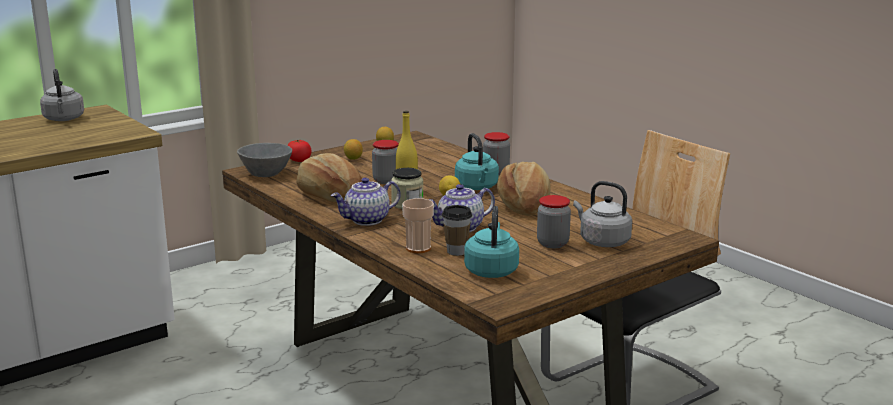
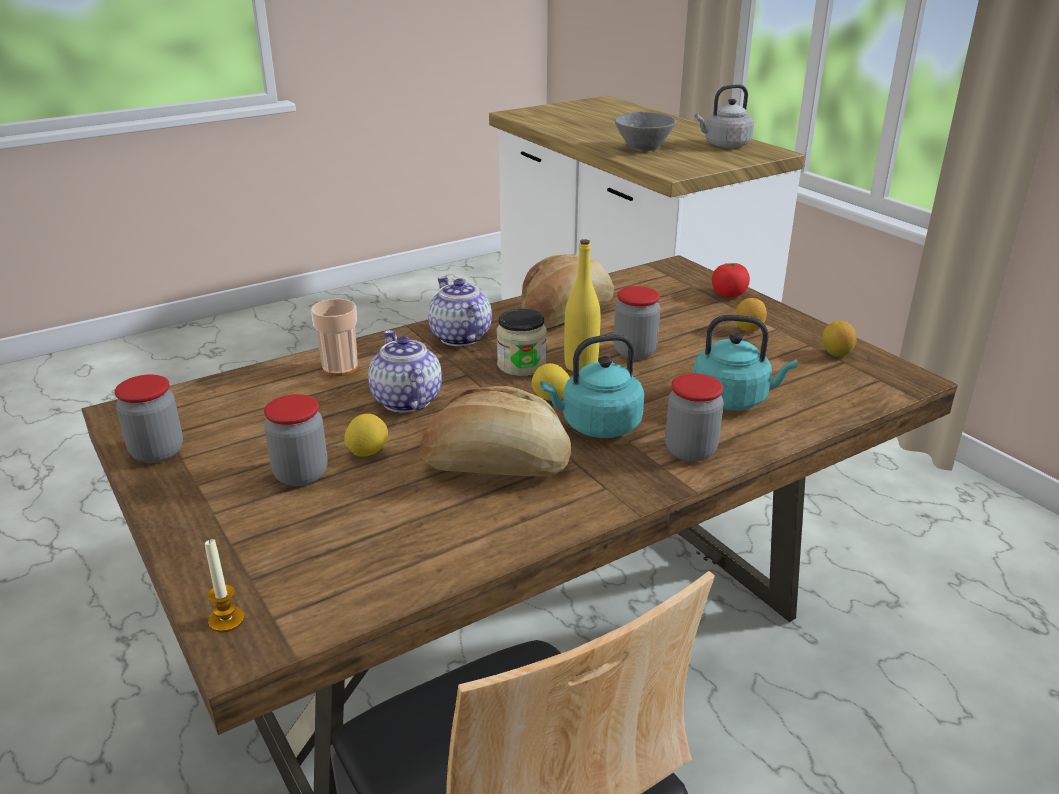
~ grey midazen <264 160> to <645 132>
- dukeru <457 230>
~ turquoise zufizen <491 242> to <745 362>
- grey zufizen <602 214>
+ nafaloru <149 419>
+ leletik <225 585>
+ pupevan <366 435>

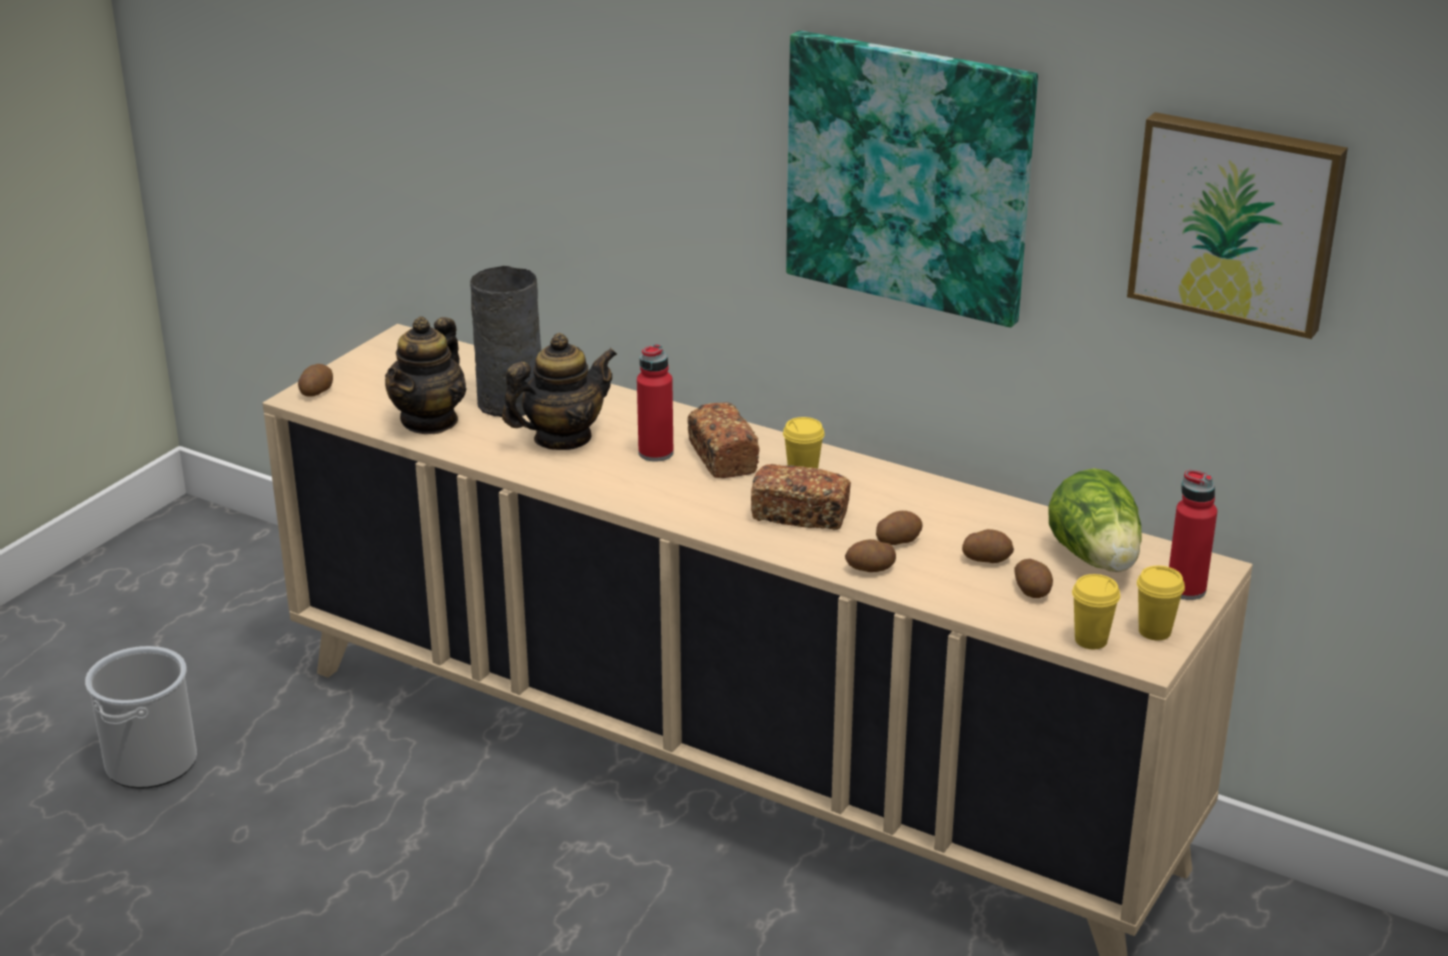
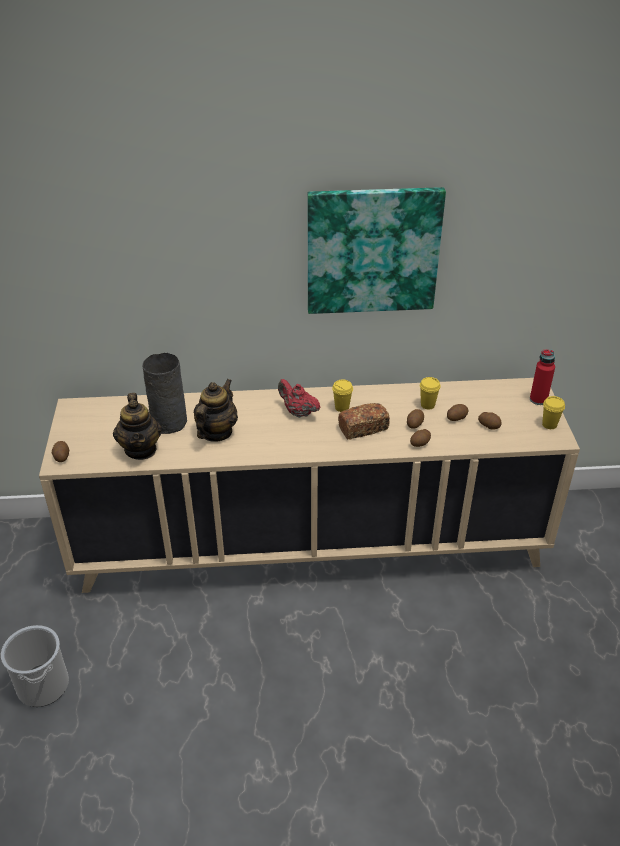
- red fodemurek <655 403>
~ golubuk <723 440> to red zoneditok <299 398>
- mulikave <1095 520>
~ yellow dukeru <1096 611> to <430 393>
- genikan <1237 225>

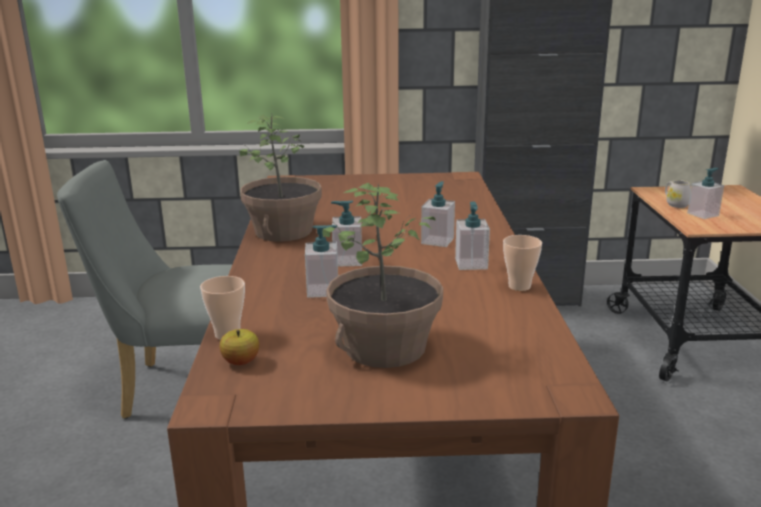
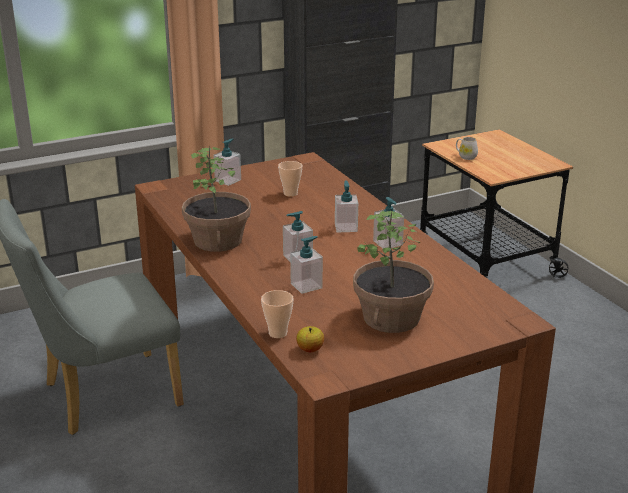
~ dukeru <522 263> to <290 179>
~ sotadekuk <705 193> to <227 162>

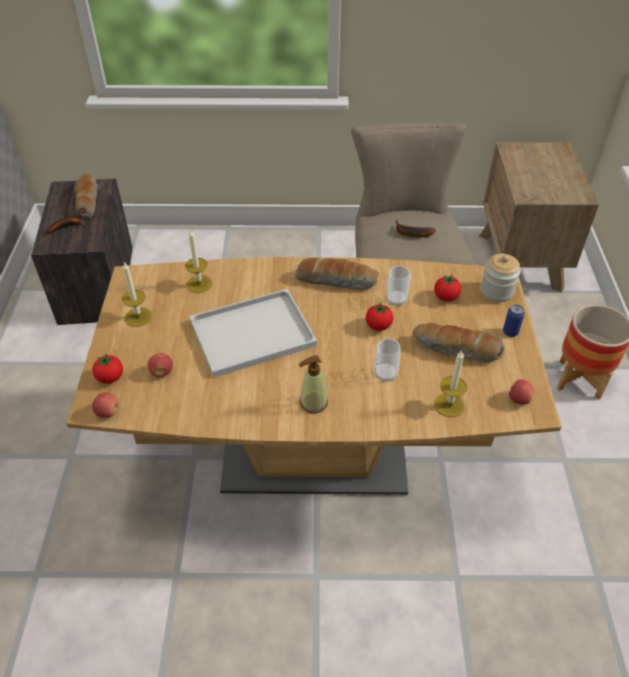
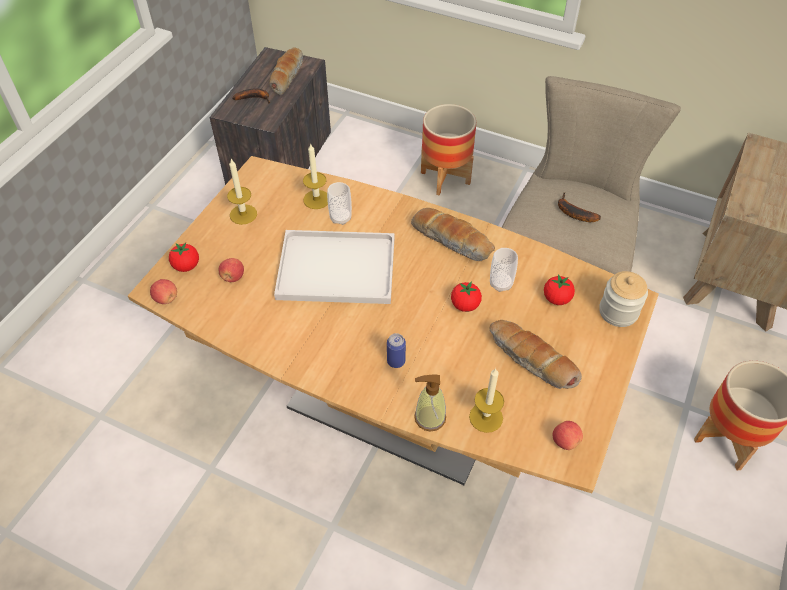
~ sotadekuk <313 384> to <430 403>
~ dukeru <387 361> to <339 203>
~ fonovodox <514 320> to <396 350>
+ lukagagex <448 150>

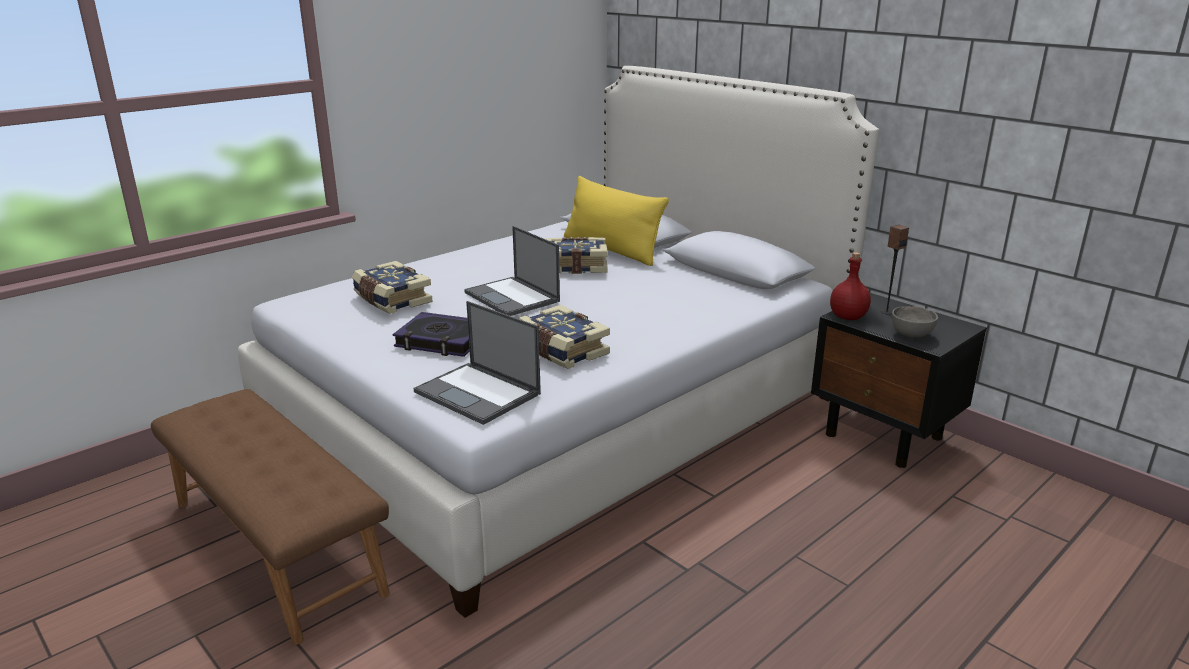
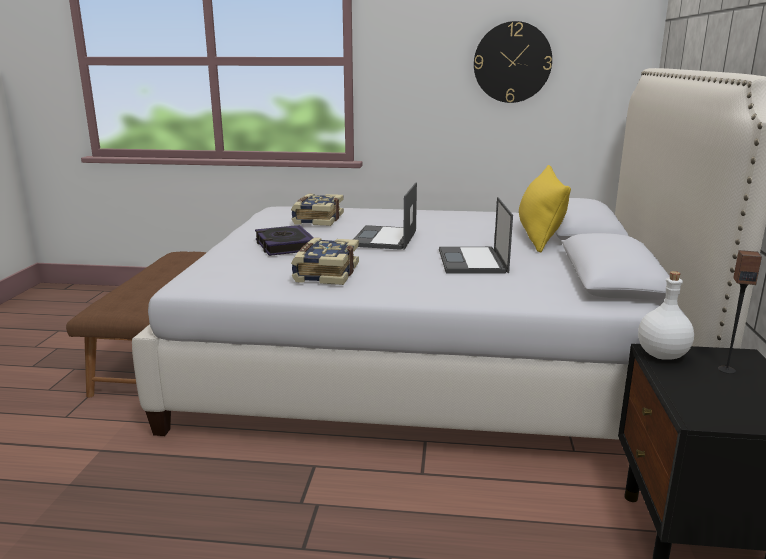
~ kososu <477 363> to <476 235>
- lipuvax <576 255>
~ red fodemurek <850 286> to white fodemurek <666 315>
- grey midazen <915 322>
+ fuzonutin <513 62>

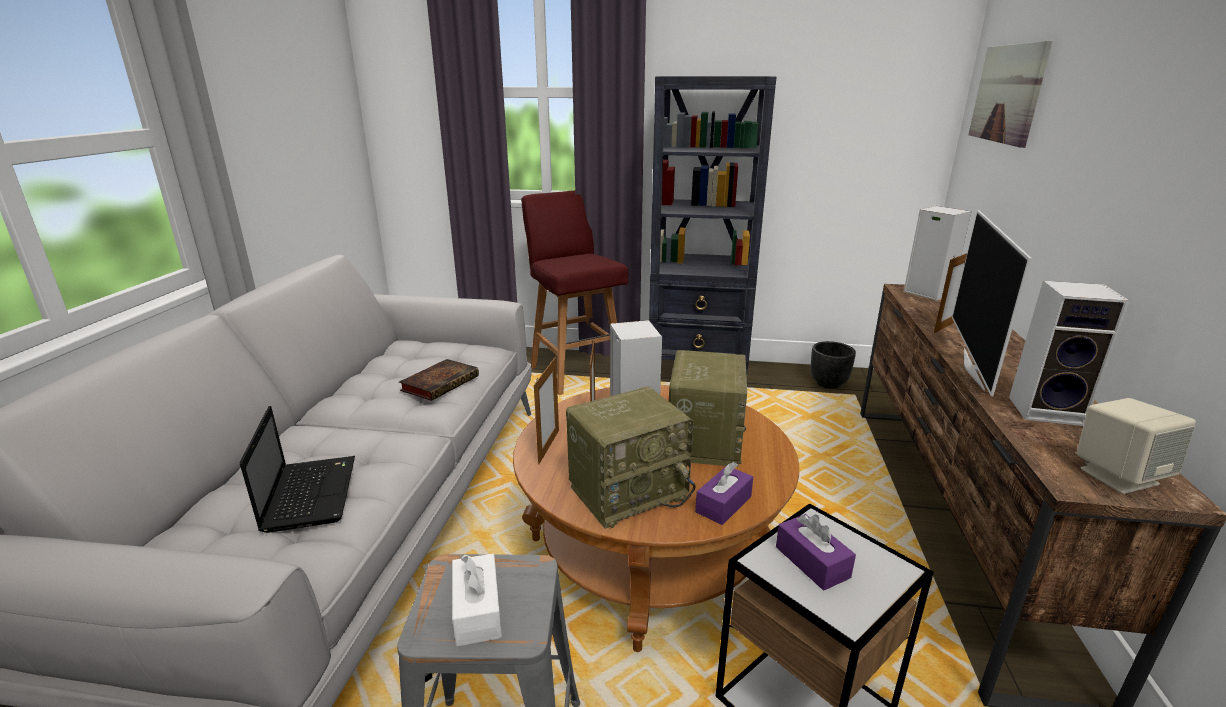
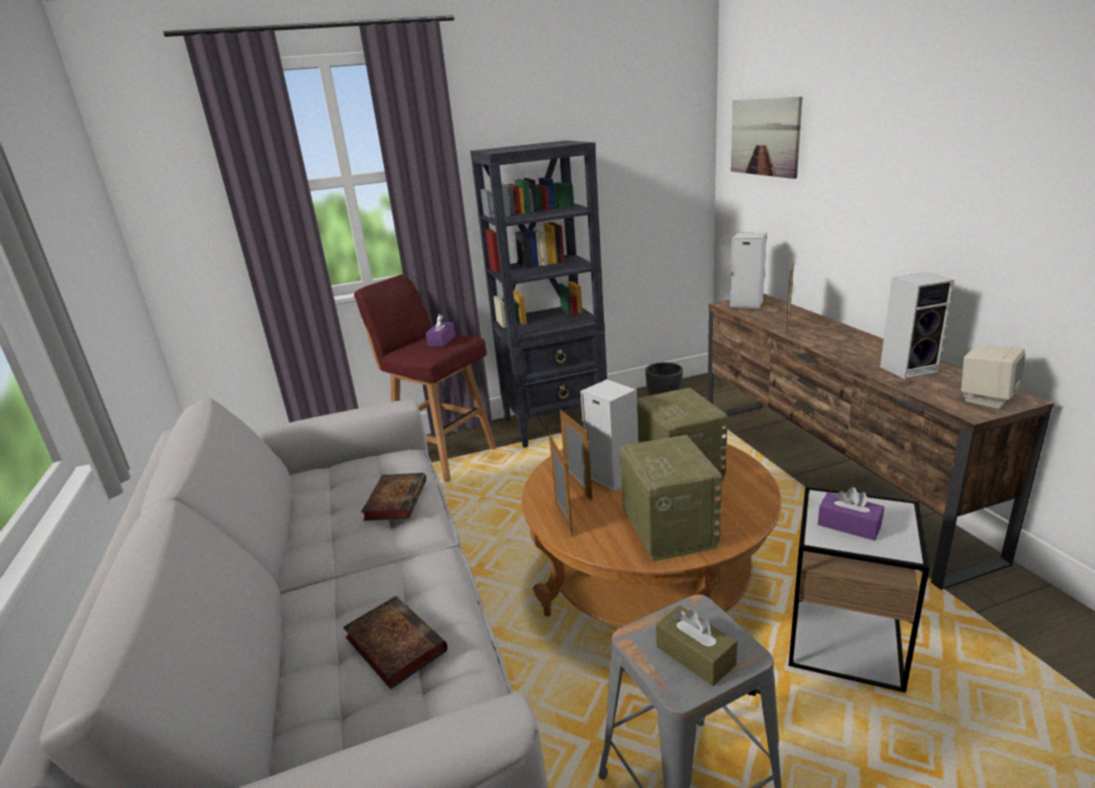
~ kososu <297 469> to lipuvax <395 642>
~ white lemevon <477 600> to brown lemevon <696 646>
~ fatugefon <630 457> = <671 498> 45 degrees counterclockwise
~ purple lemevon <724 493> to <440 330>
- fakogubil <992 303>

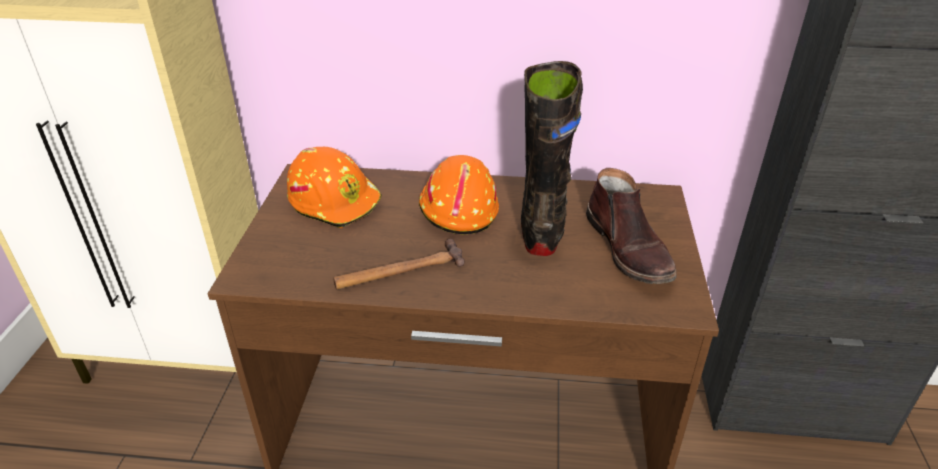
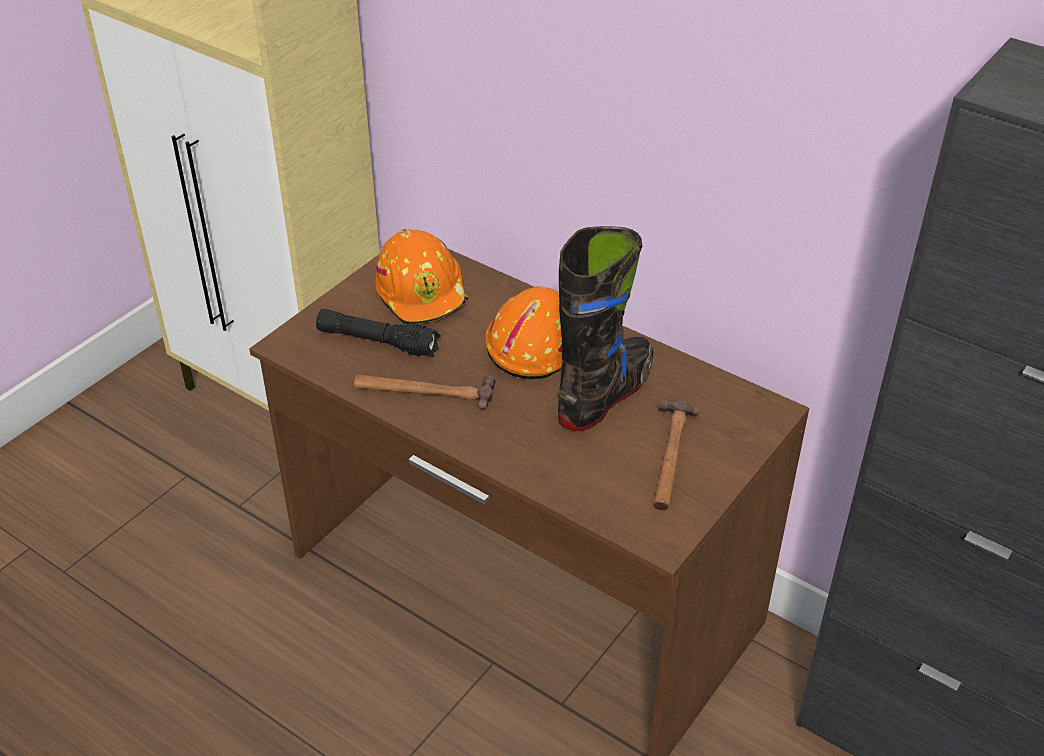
~ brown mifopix <631 226> to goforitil <676 455>
+ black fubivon <378 333>

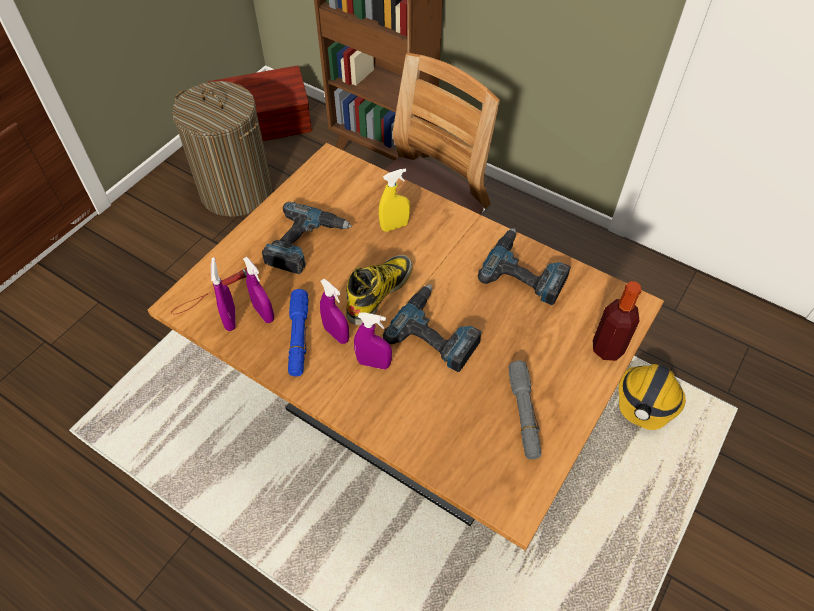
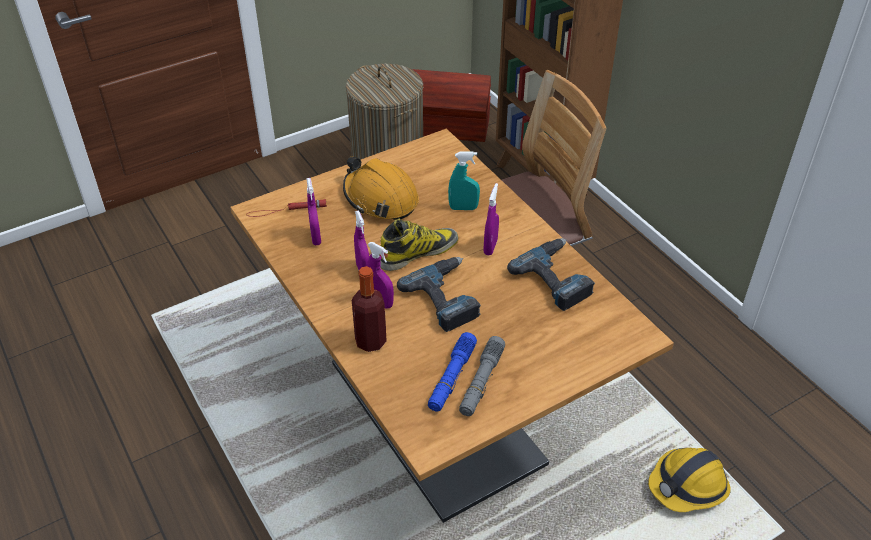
~ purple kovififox <223 294> to <491 219>
~ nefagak <307 238> to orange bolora <381 188>
~ blue fubivon <298 332> to <452 372>
~ yellow kovififox <394 200> to turquoise kovififox <464 181>
~ fodemurek <617 321> to <369 309>

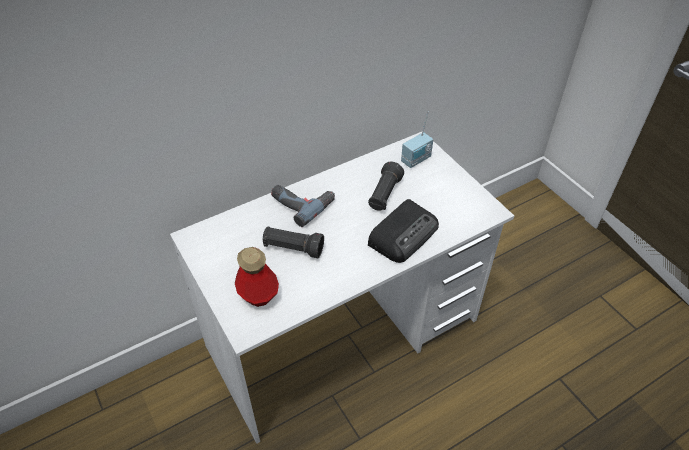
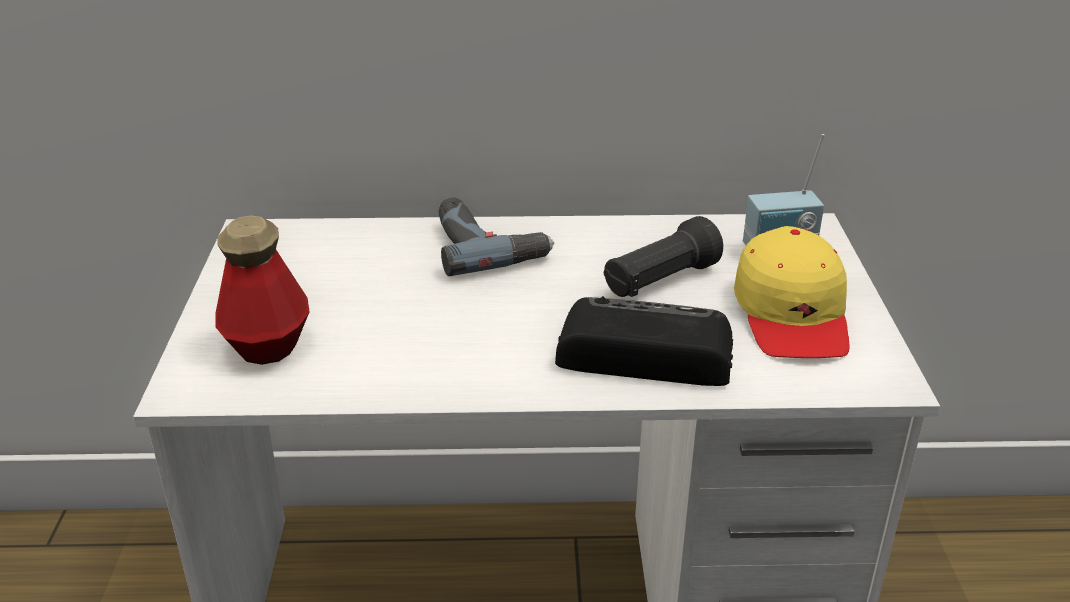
- black fubivon <293 242>
~ fatugefon <403 231> = <644 341> 150 degrees counterclockwise
+ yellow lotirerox <791 292>

